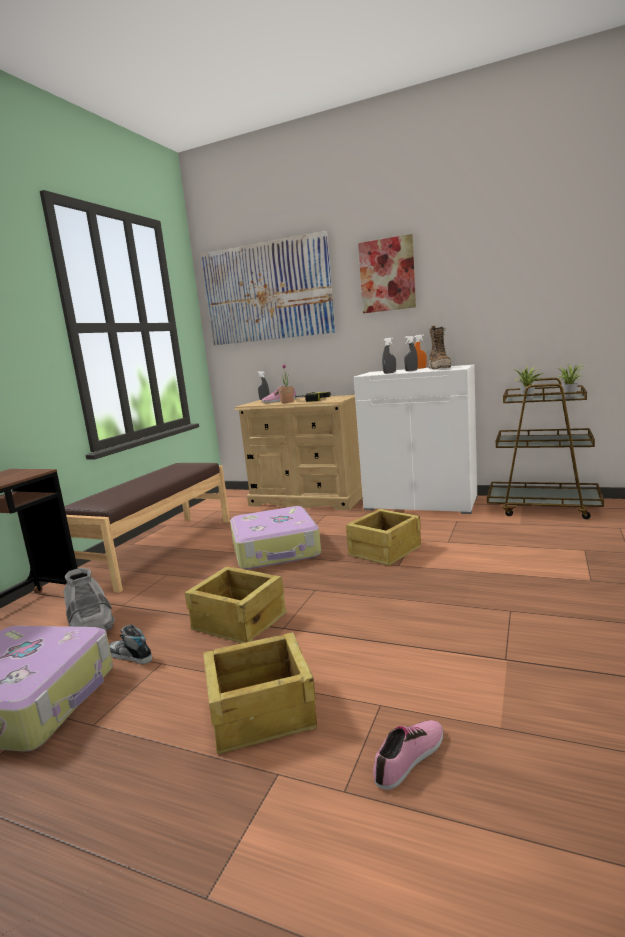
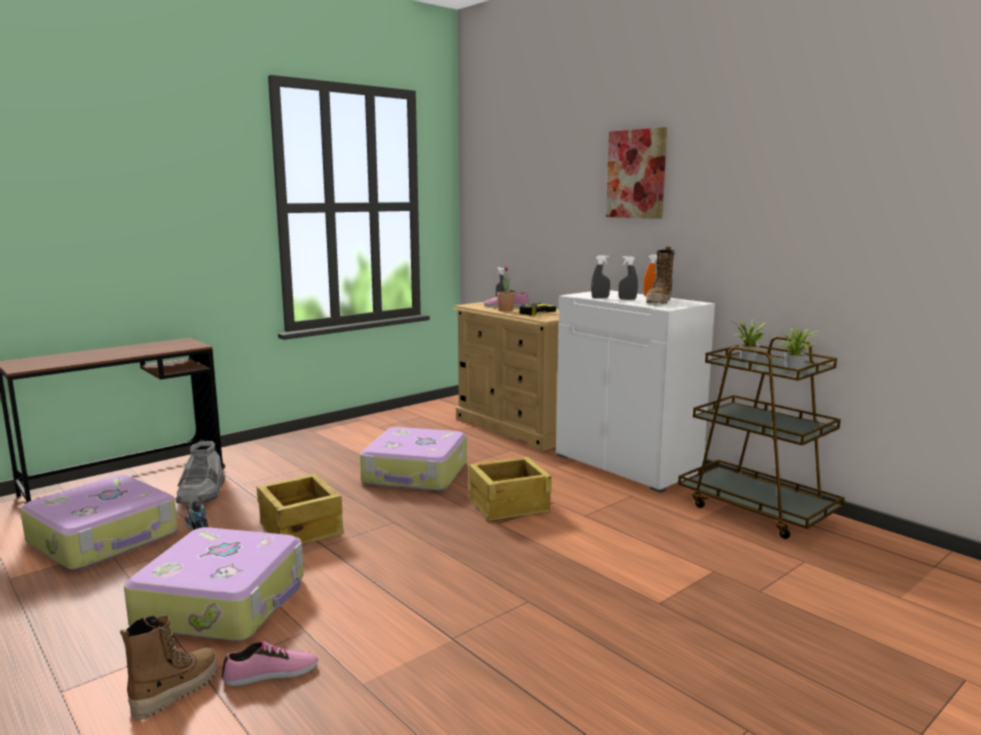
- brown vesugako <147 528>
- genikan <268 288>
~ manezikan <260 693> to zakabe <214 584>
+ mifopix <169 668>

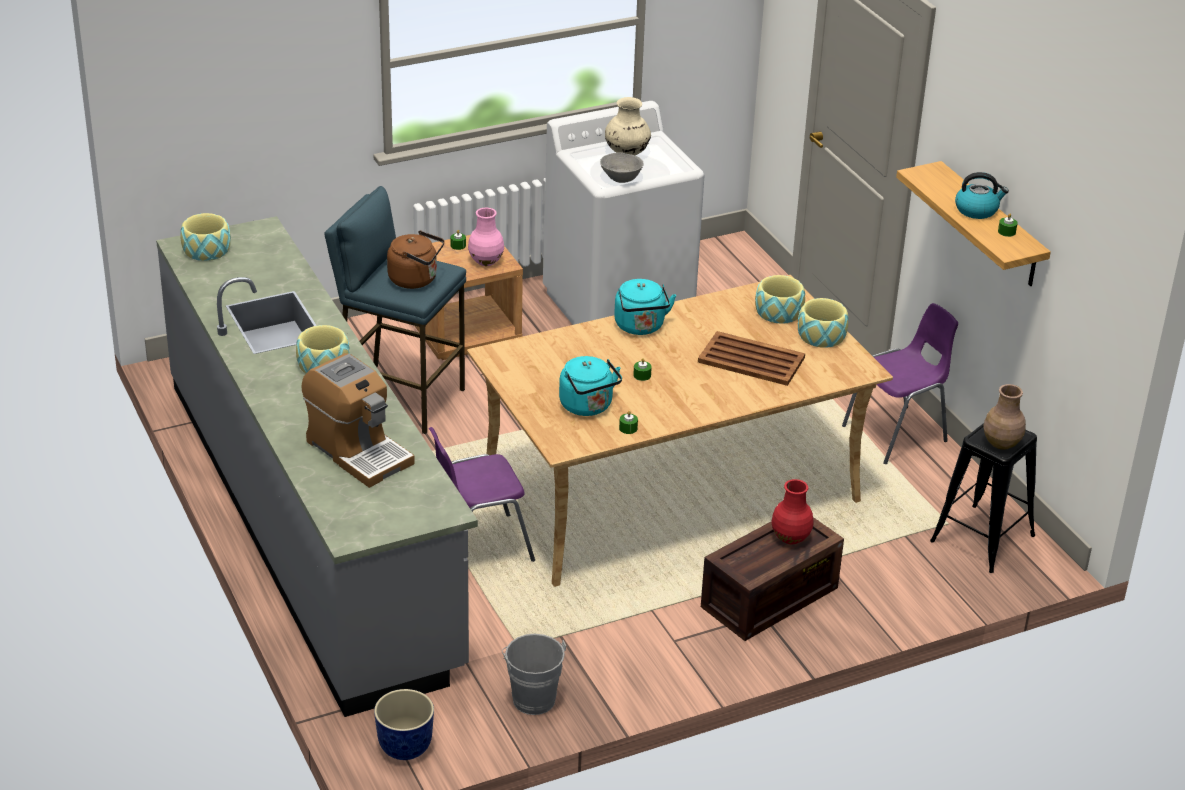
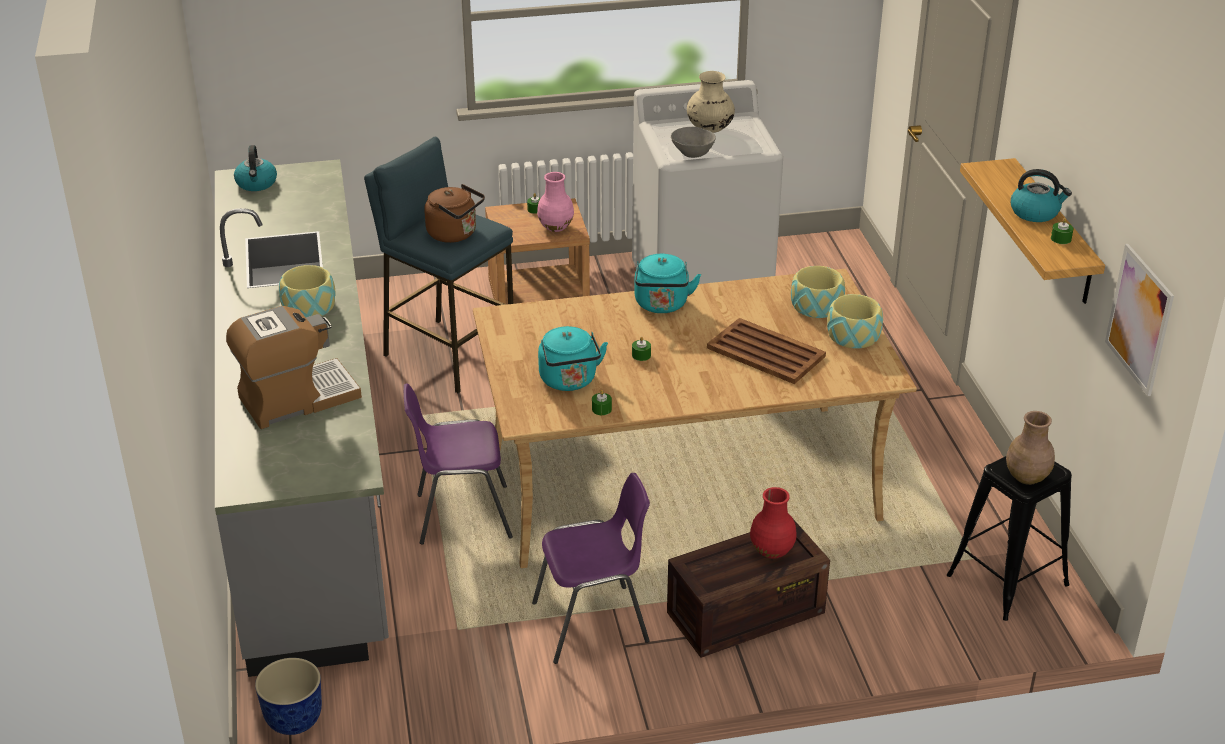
~ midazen <205 237> to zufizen <255 168>
~ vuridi <358 420> = <294 367> 90 degrees counterclockwise
- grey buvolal <534 674>
~ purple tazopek <900 383> to <591 568>
+ genikan <1139 320>

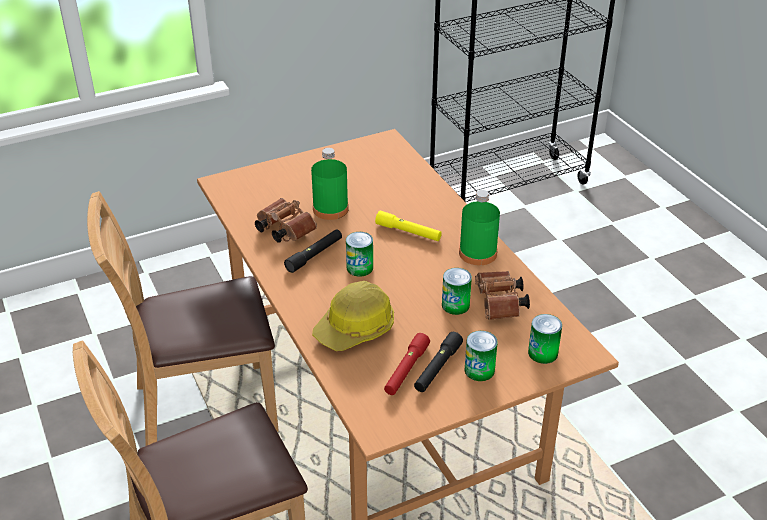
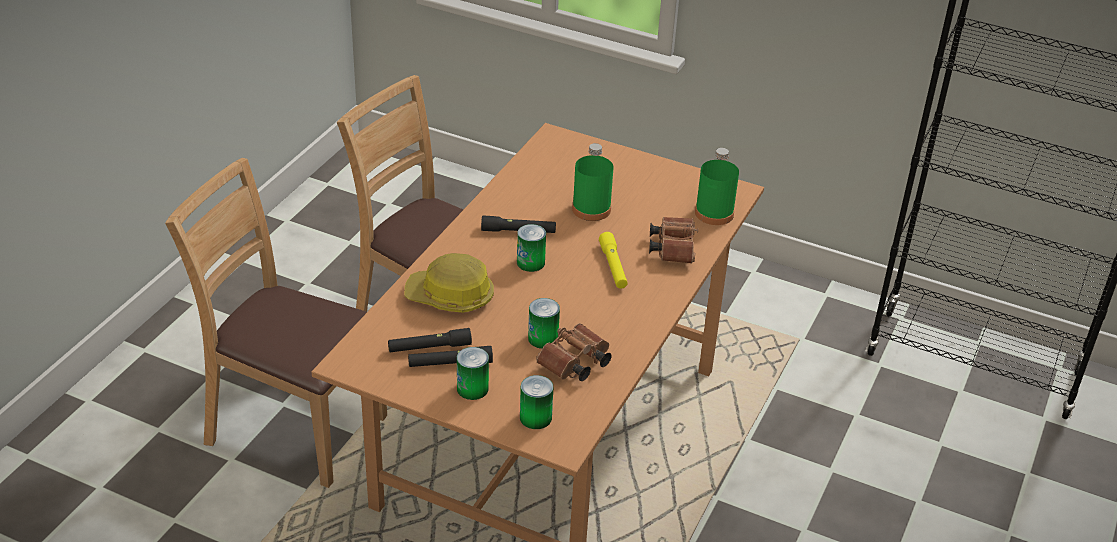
~ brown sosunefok <286 220> to <673 240>
~ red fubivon <407 364> to black fubivon <430 340>
~ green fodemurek <479 227> to <717 186>

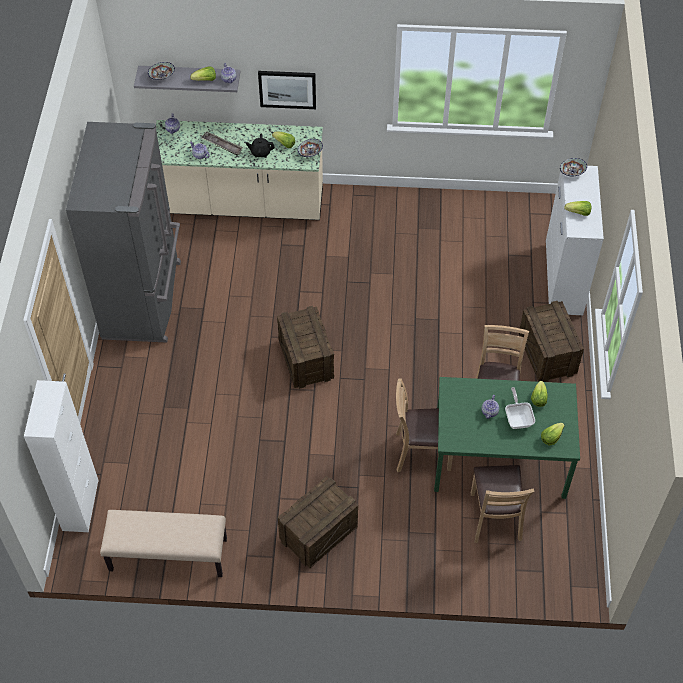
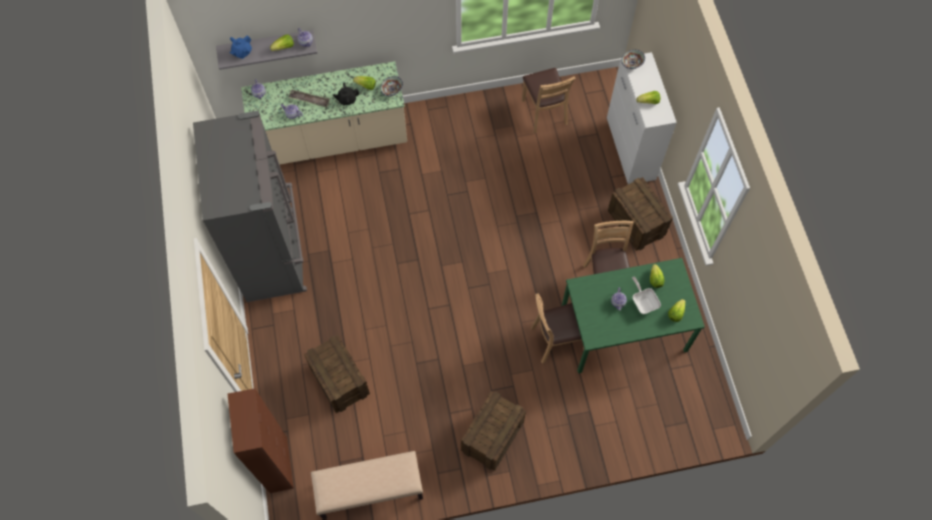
~ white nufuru <61 456> to brown nufuru <261 440>
~ midazen <161 71> to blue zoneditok <240 47>
- genikan <287 90>
~ manezikan <305 347> to <337 374>
~ brown tazopek <503 504> to <549 101>

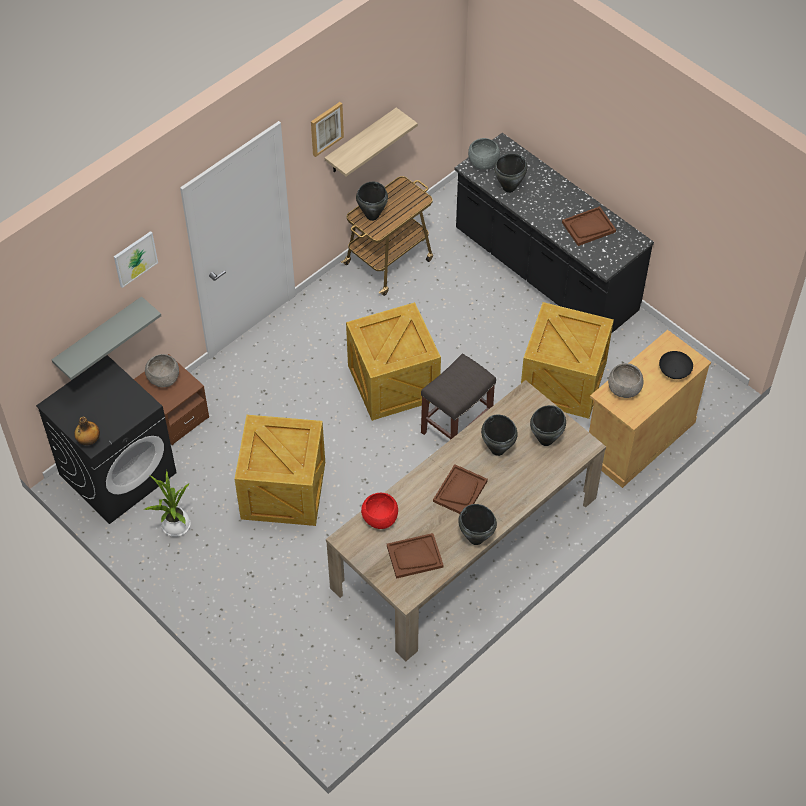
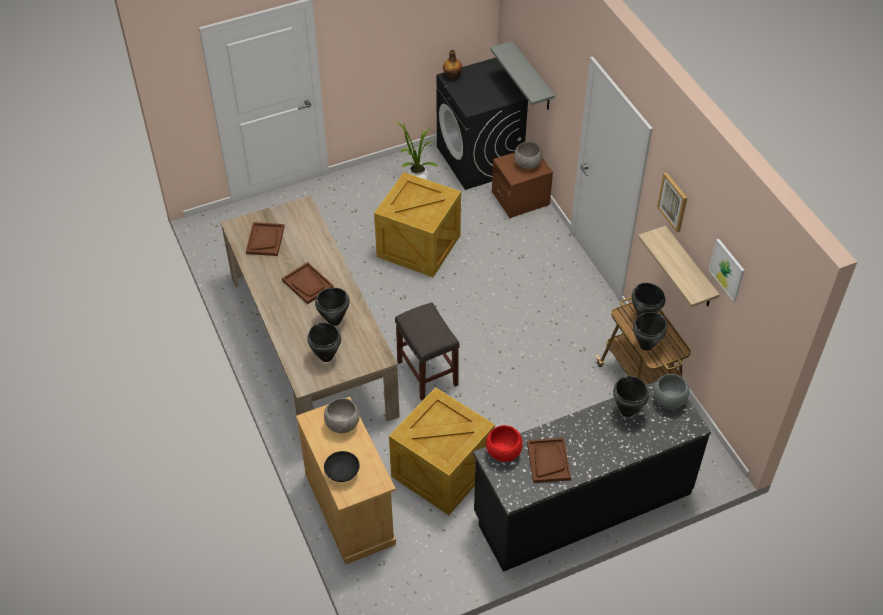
~ genikan <136 259> to <727 270>
- manezikan <393 361>
~ red midazen <379 511> to <504 443>
~ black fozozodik <477 524> to <650 331>

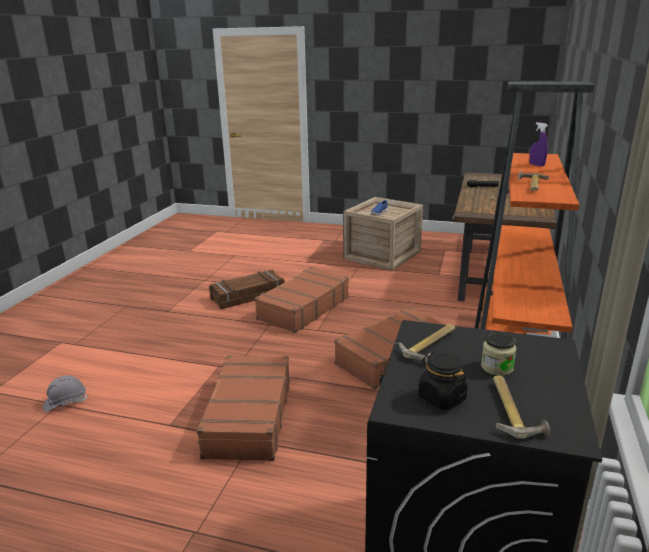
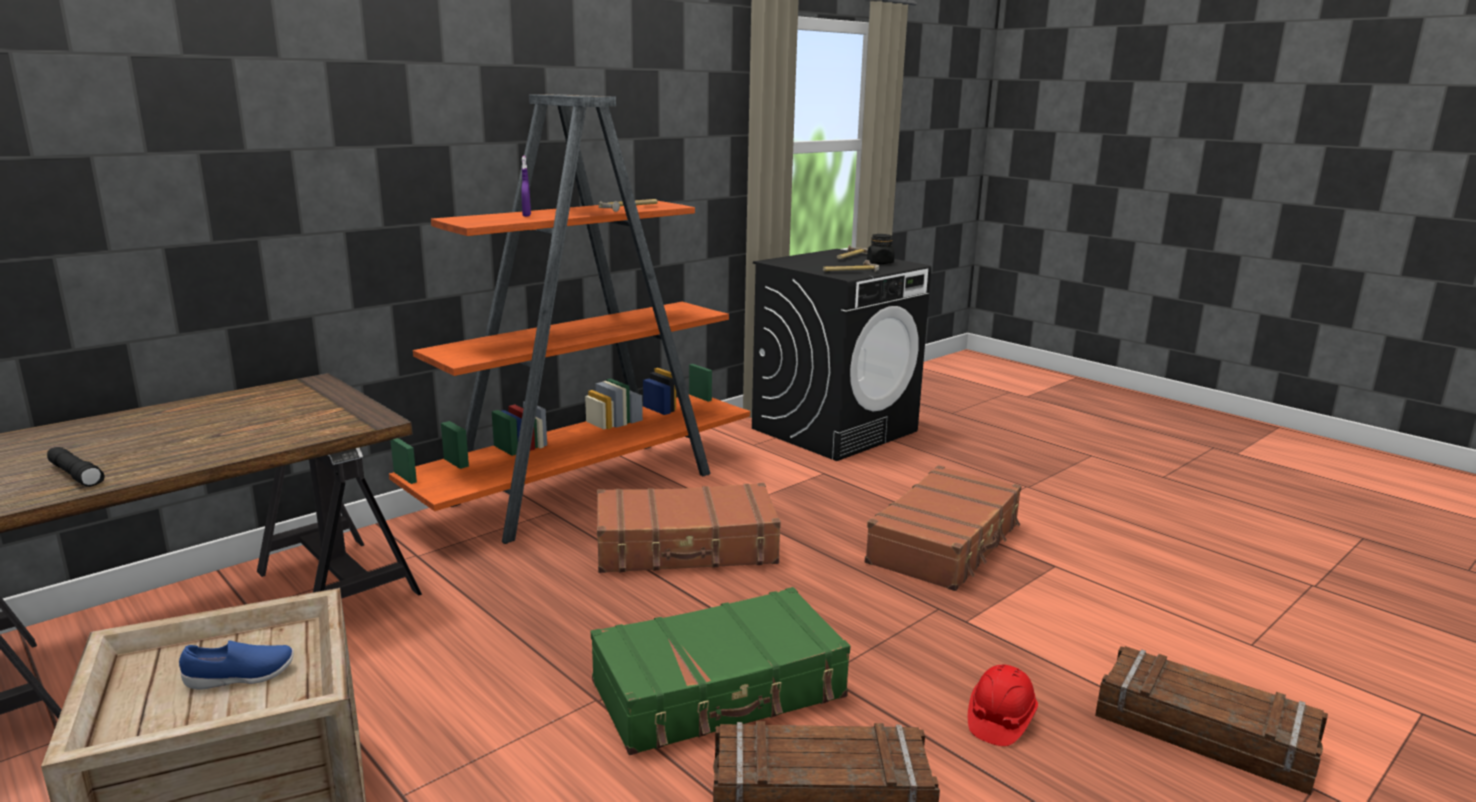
- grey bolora <65 393>
~ brown zakabe <302 300> to green zakabe <720 671>
- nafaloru <498 354>
+ red bolora <1003 705>
+ manezikan <1211 720>

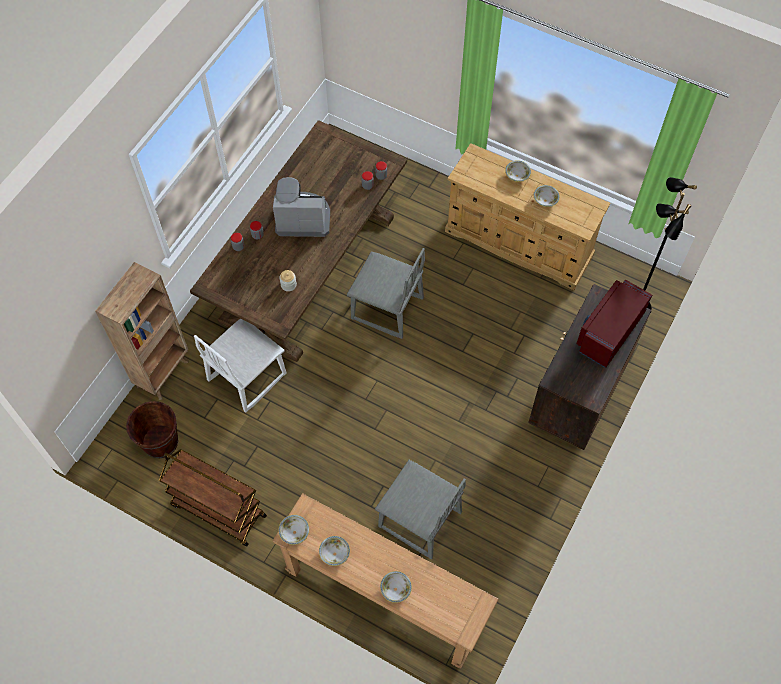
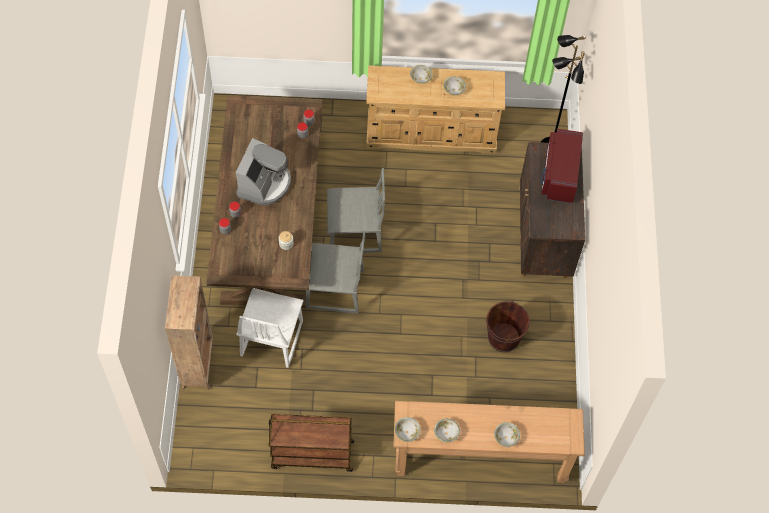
~ brown buvolal <152 429> to <508 326>
~ vuridi <301 207> = <263 171> 135 degrees clockwise
~ grey tazopek <420 509> to <336 271>

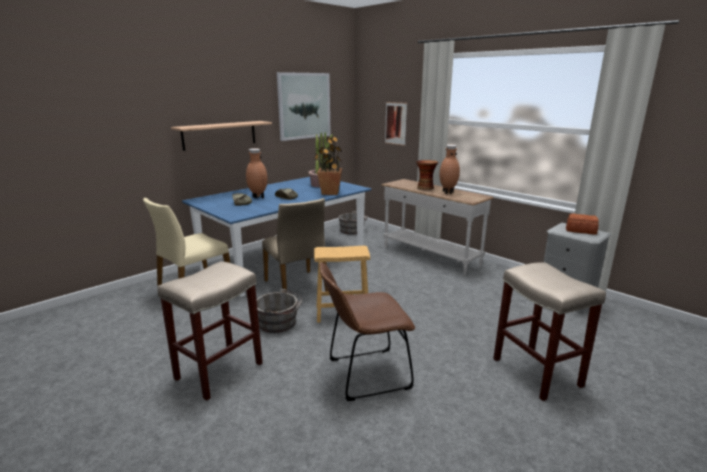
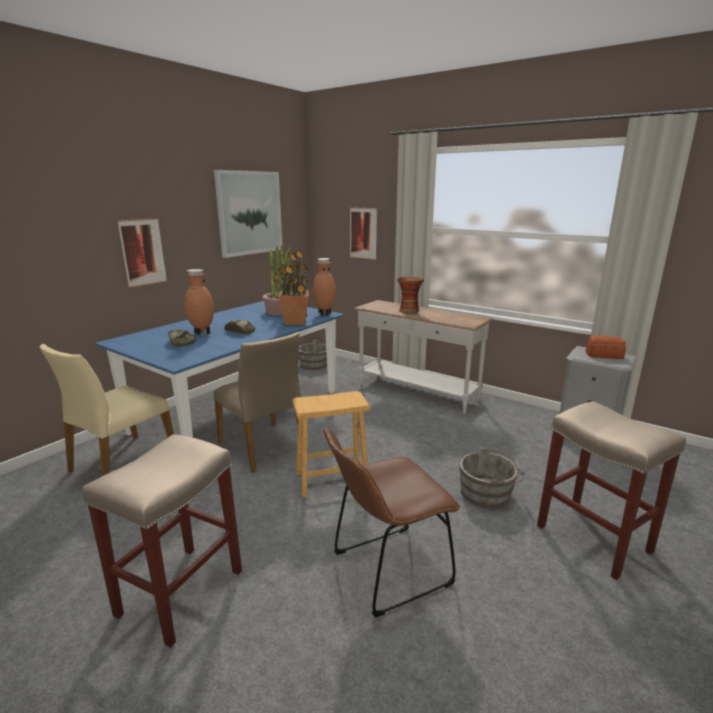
~ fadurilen <221 136> to genikan <142 253>
~ grey buvolal <279 311> to <492 477>
~ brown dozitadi <450 169> to <324 287>

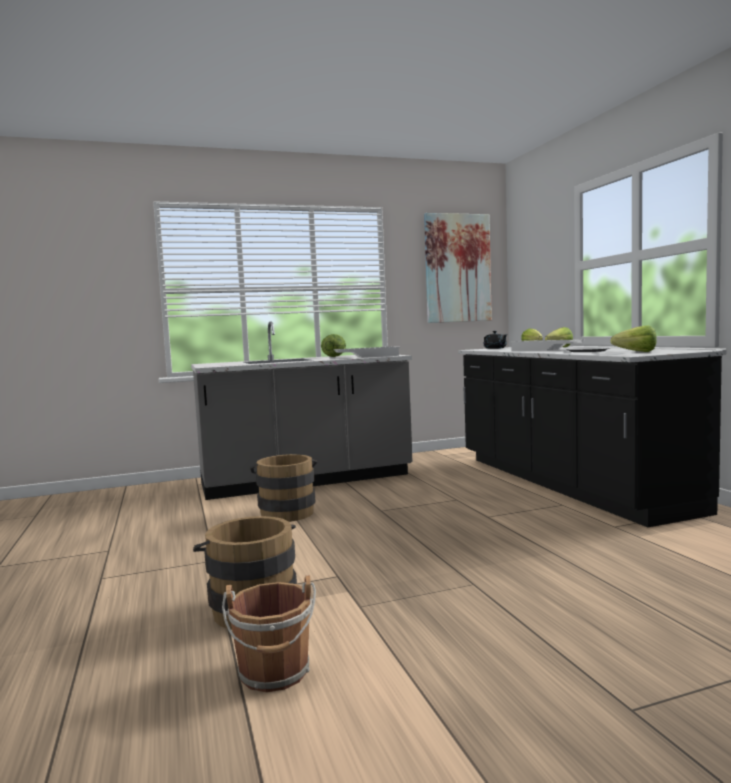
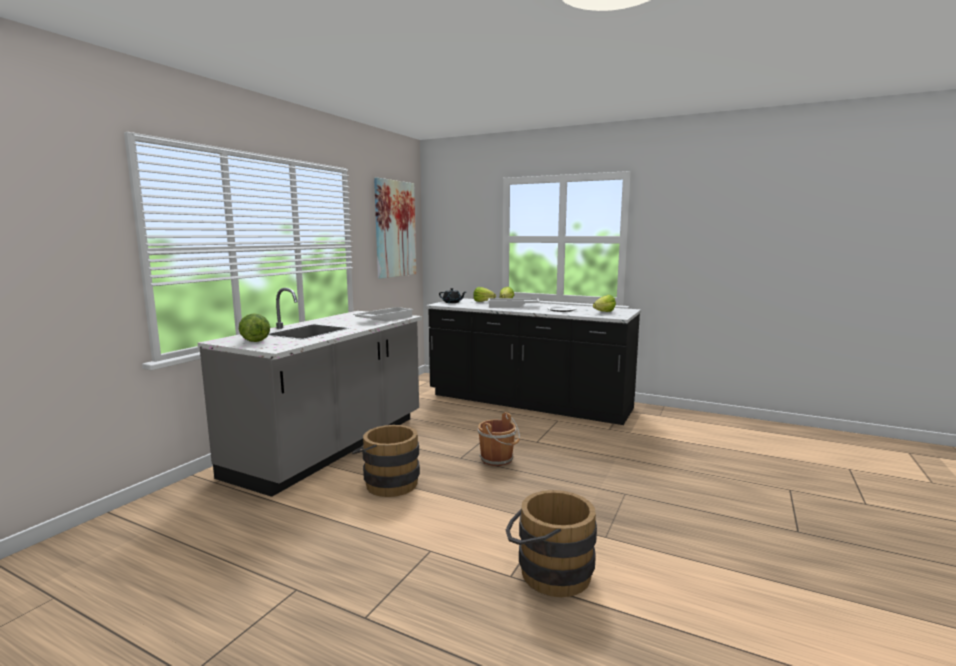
~ brown buvolal <269 633> to <499 439>
~ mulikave <333 345> to <254 327>

